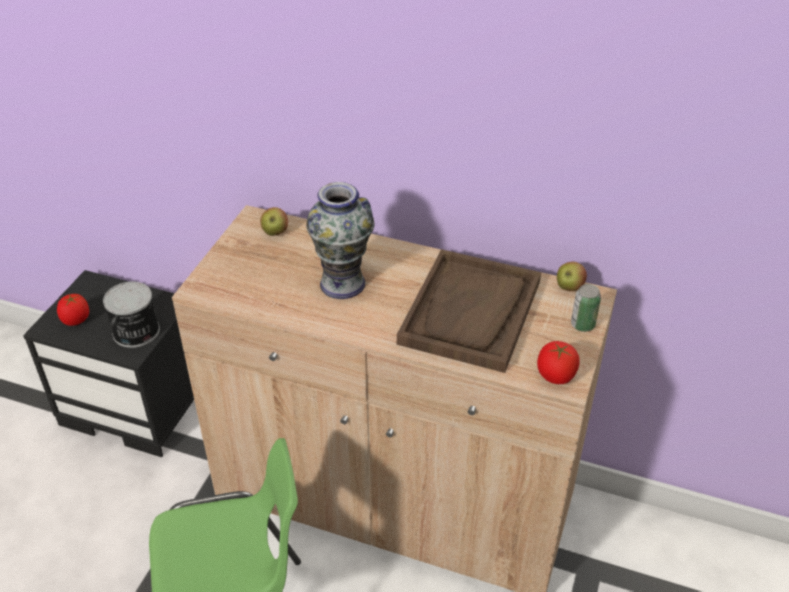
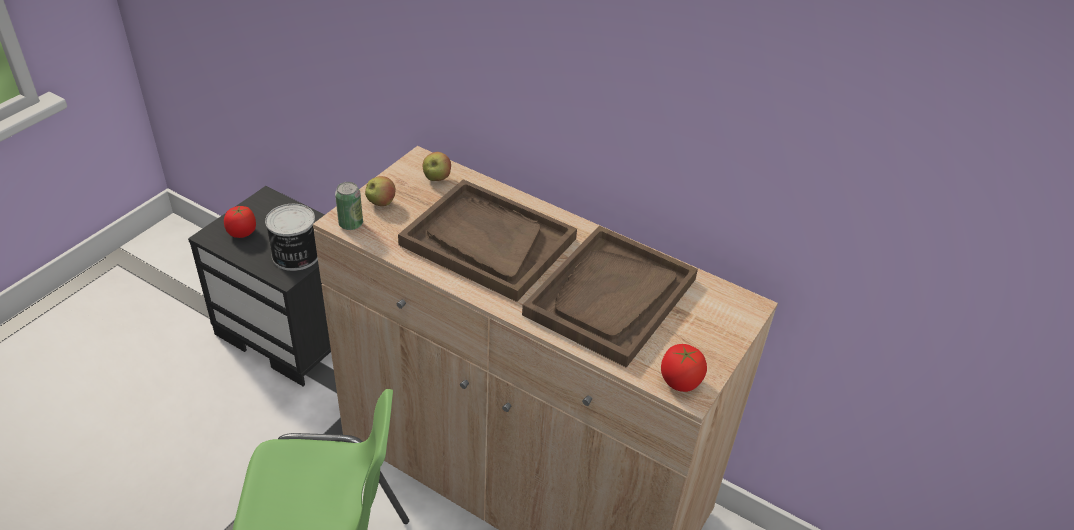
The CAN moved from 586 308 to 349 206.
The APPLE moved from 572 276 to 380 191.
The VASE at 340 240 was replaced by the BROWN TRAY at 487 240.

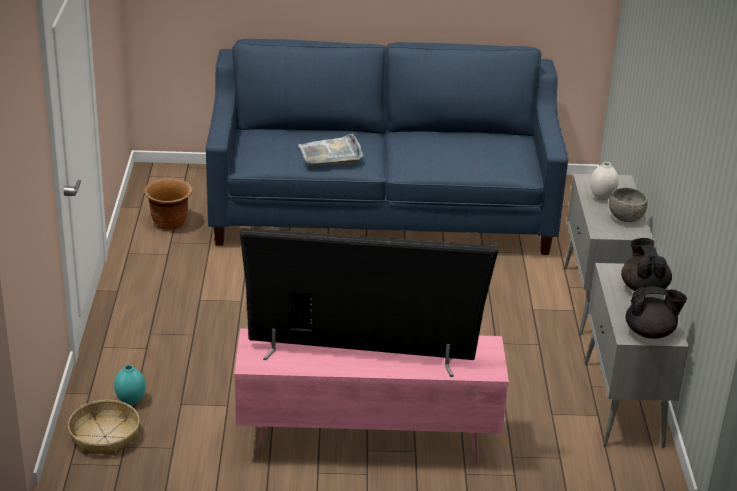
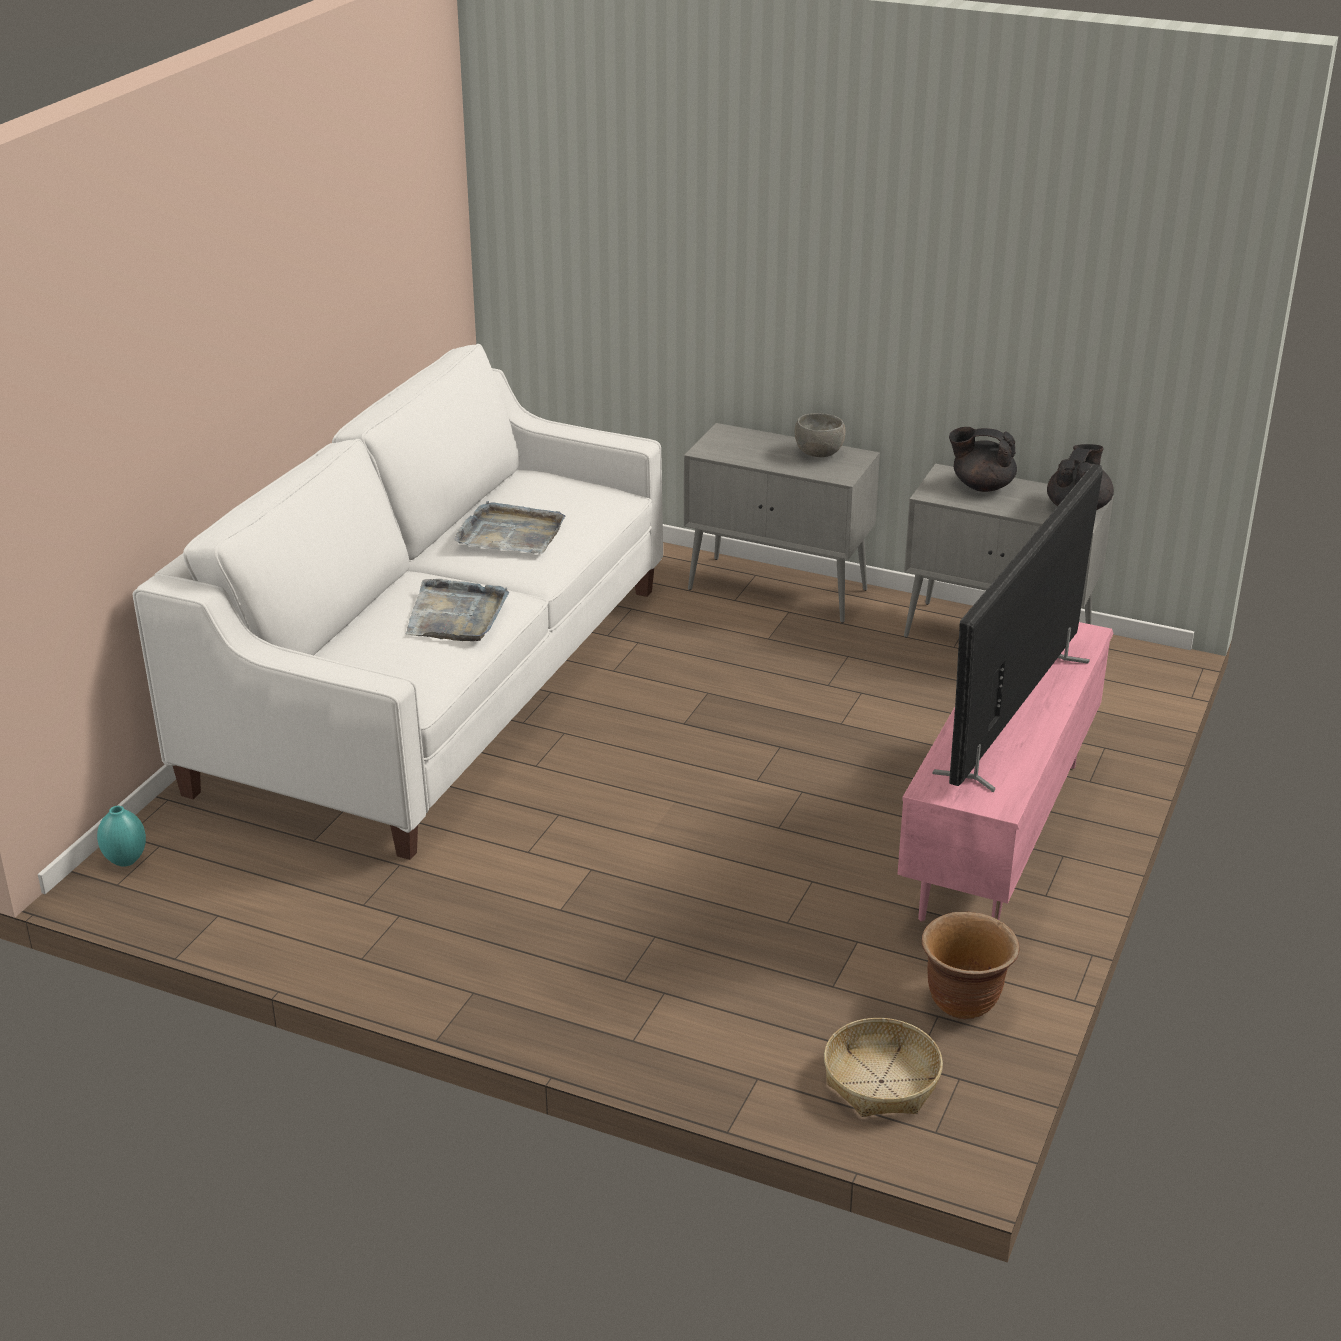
The TURQUOISE VASE moved from 130 385 to 121 836.
The BLUE SOFA at 387 147 became the WHITE SOFA at 398 602.
The GREY TRAY at 509 527 appeared.
The BROWN PLANTER moved from 168 204 to 970 965.
The WHITE VASE at 604 181 disappeared.

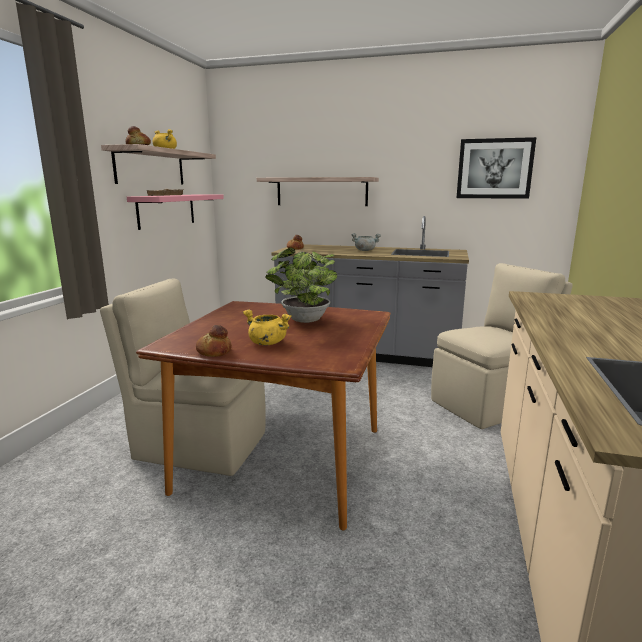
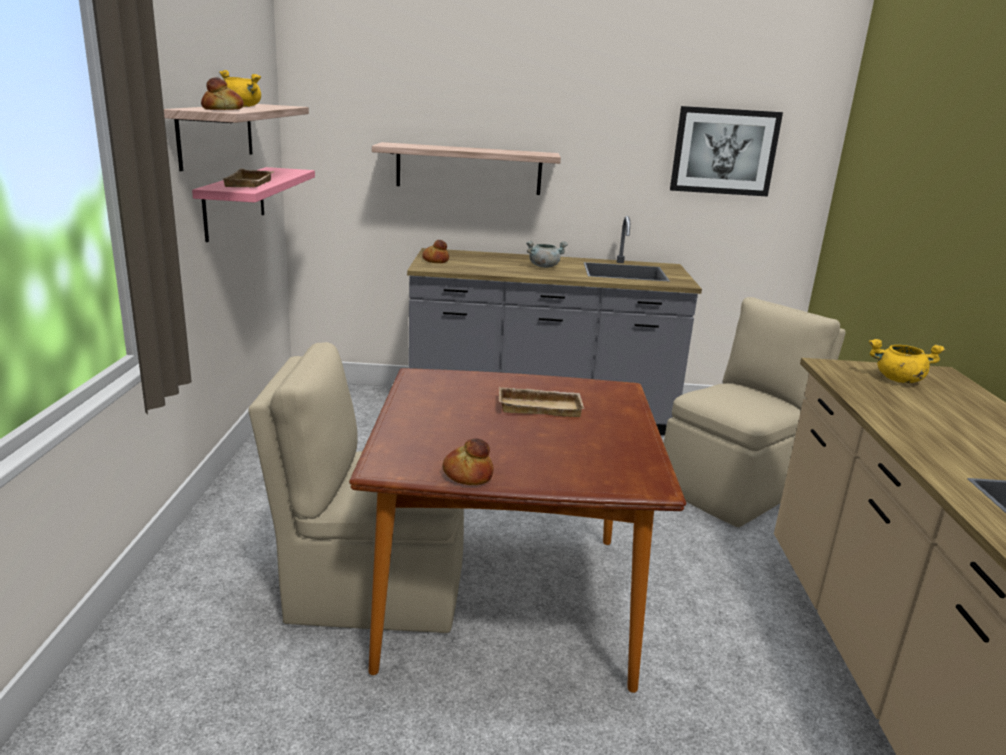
The POTTED PLANT at 301 285 was replaced by the BEIGE TRAY at 541 402.
The YELLOW COOKING POT moved from 267 327 to 907 361.

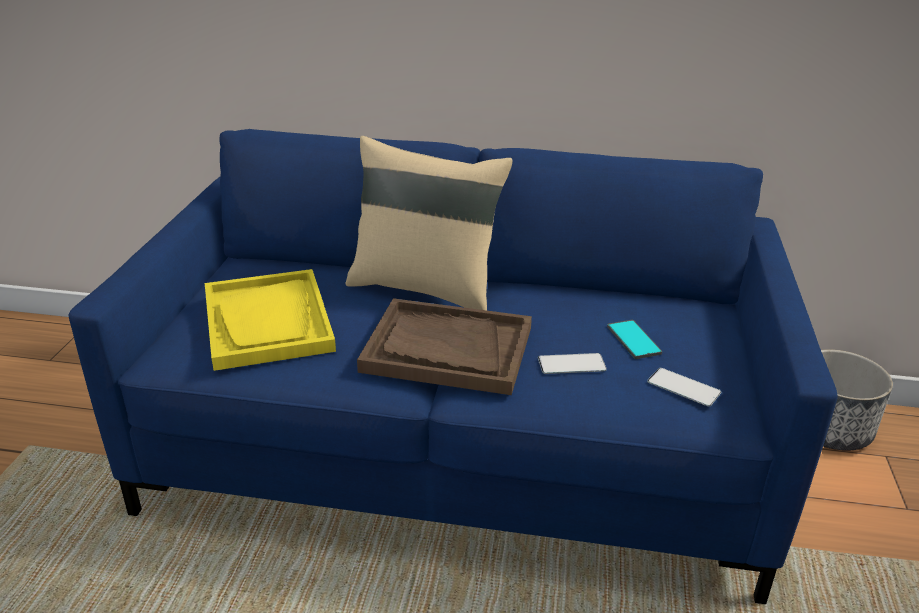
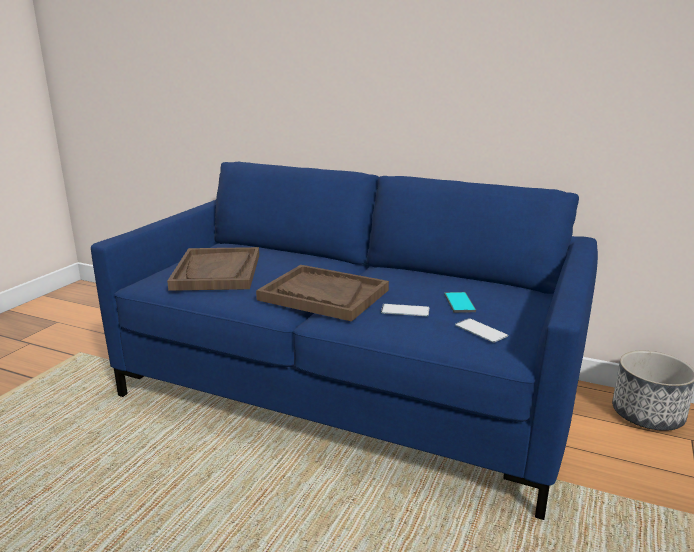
The YELLOW TRAY at 270 320 became the BROWN TRAY at 213 269.
The BEIGE PILLOW at 429 223 disappeared.

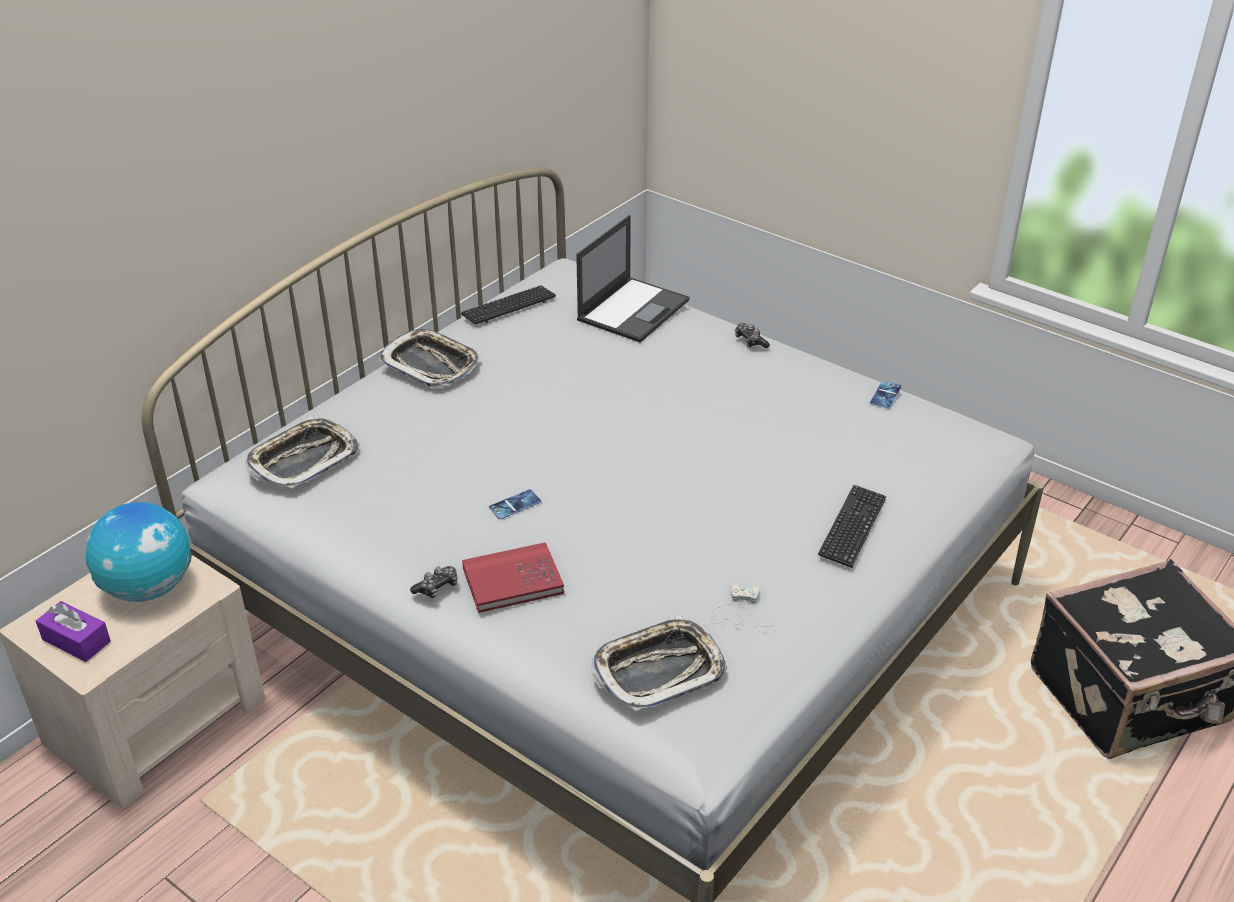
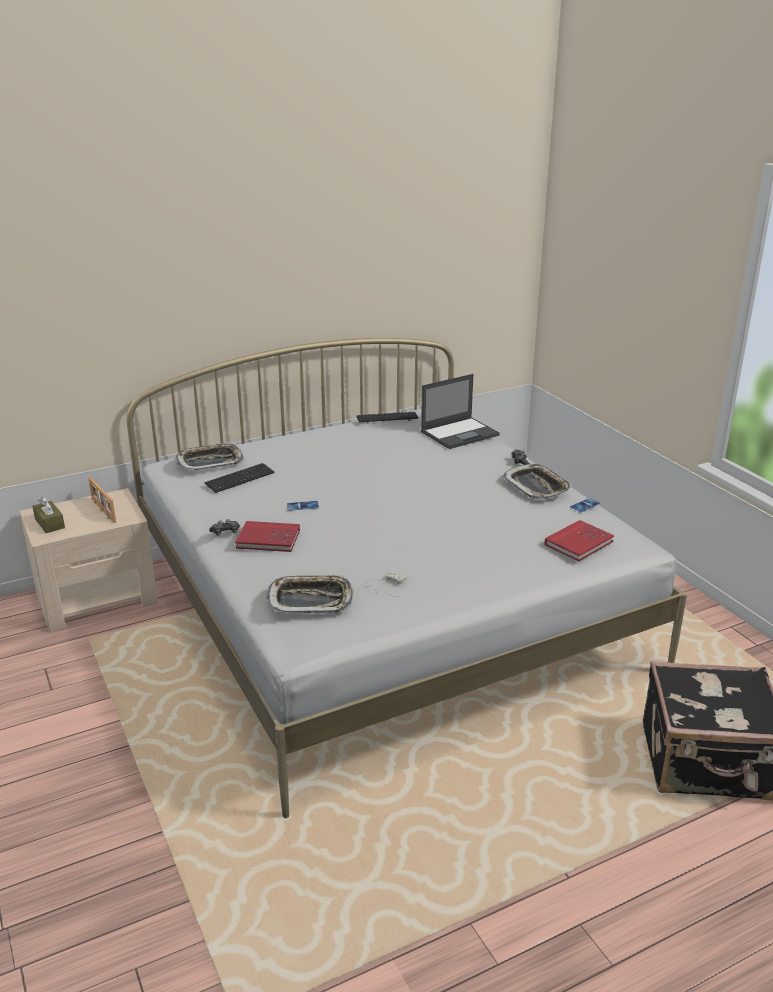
The PURPLE TISSUE BOX at 73 631 became the BROWN TISSUE BOX at 48 515.
The GLOBE at 139 552 was replaced by the PICTURE FRAME at 102 500.
The KEYBOARD moved from 852 526 to 239 478.
The TRAY moved from 429 358 to 537 482.
The RED BOOK at 579 540 appeared.

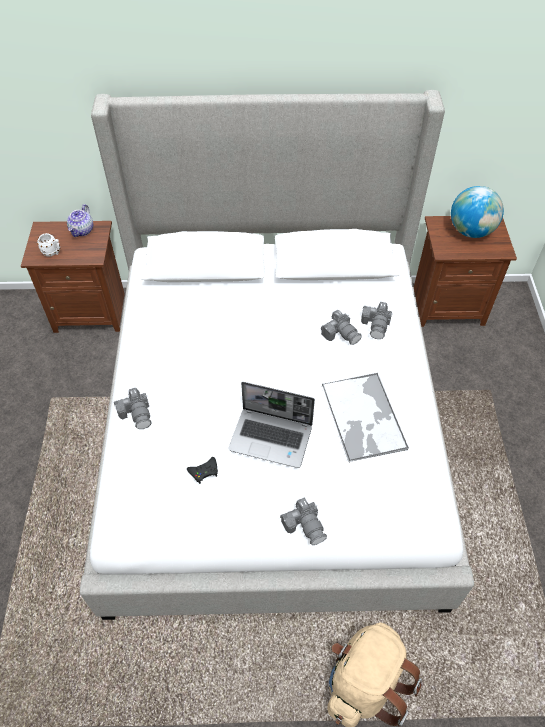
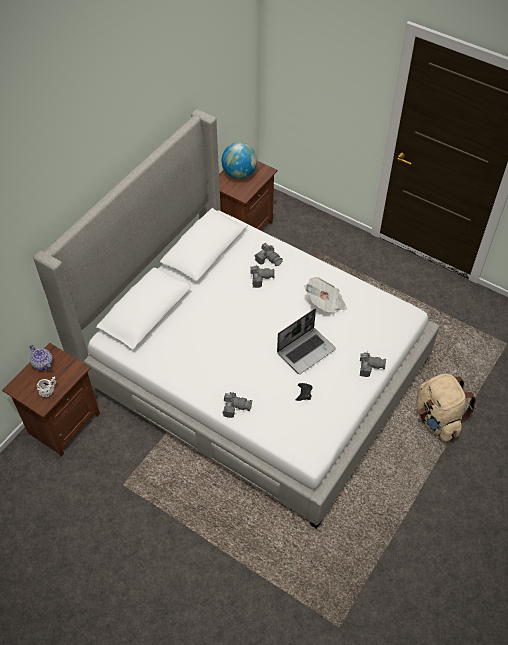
The TRAY at 365 417 was replaced by the NEWSPAPER at 325 295.

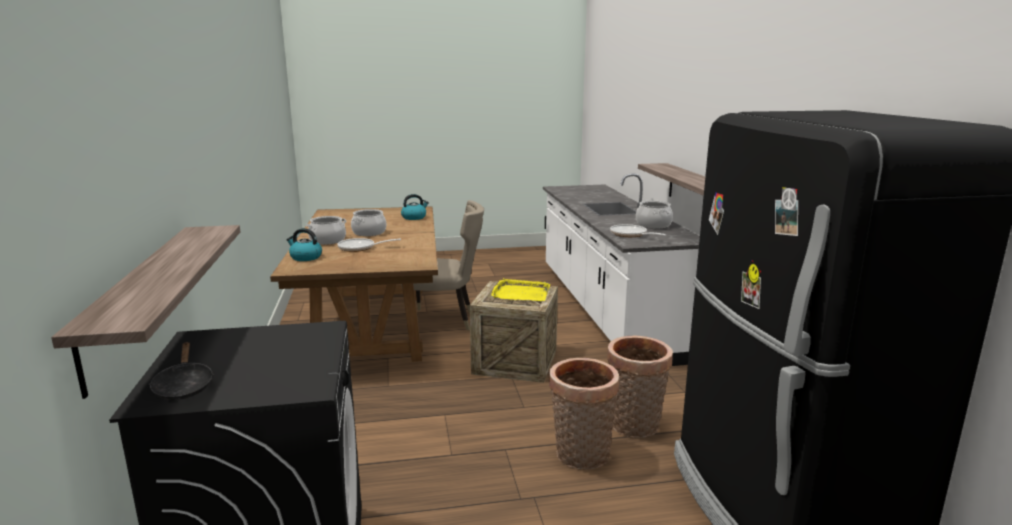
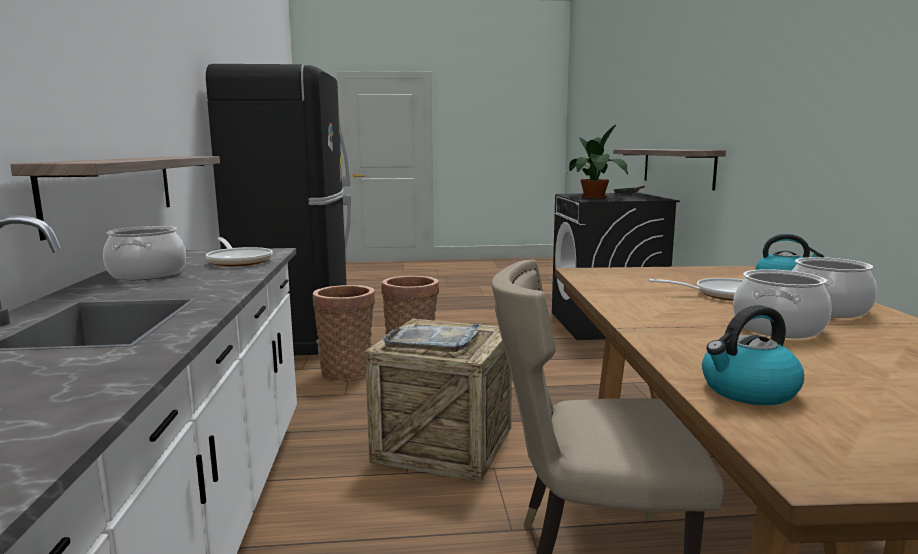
The YELLOW TRAY at 520 289 became the GREY TRAY at 432 337.
The POTTED PLANT at 598 161 appeared.

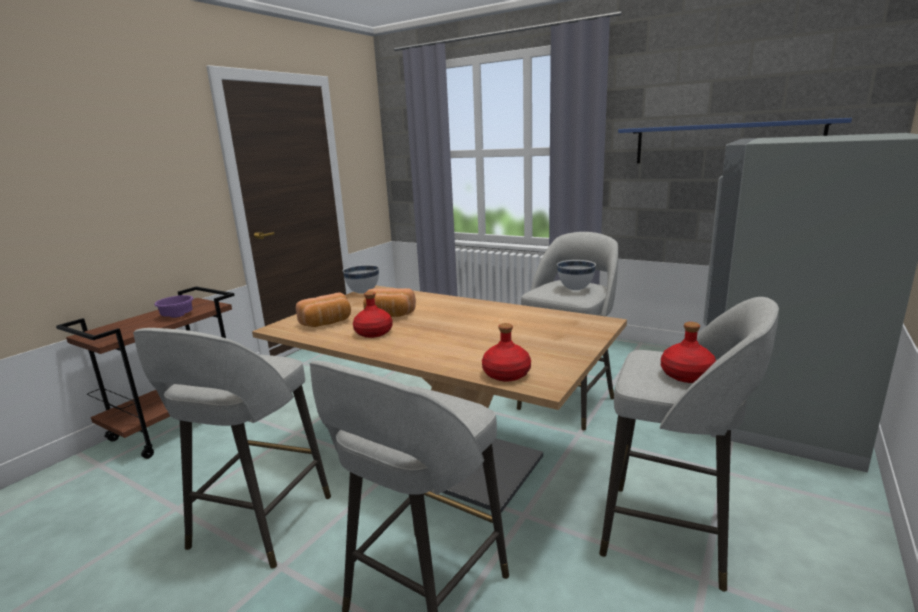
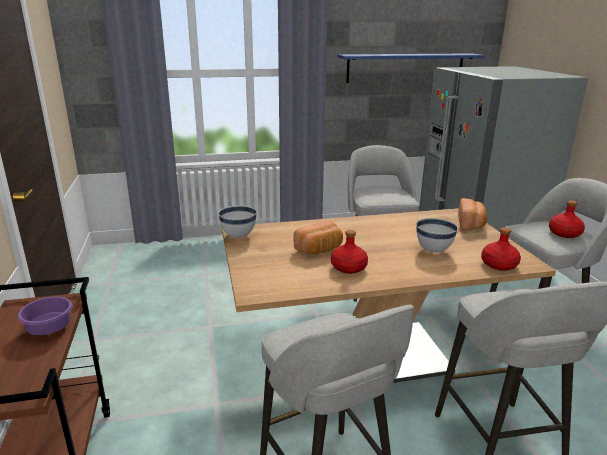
The WHITE BOWL moved from 576 275 to 437 235.
The BREAD moved from 323 309 to 472 214.

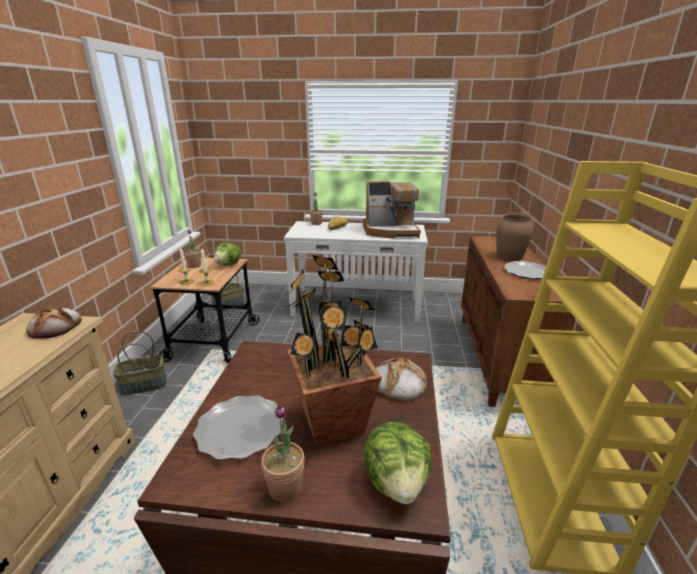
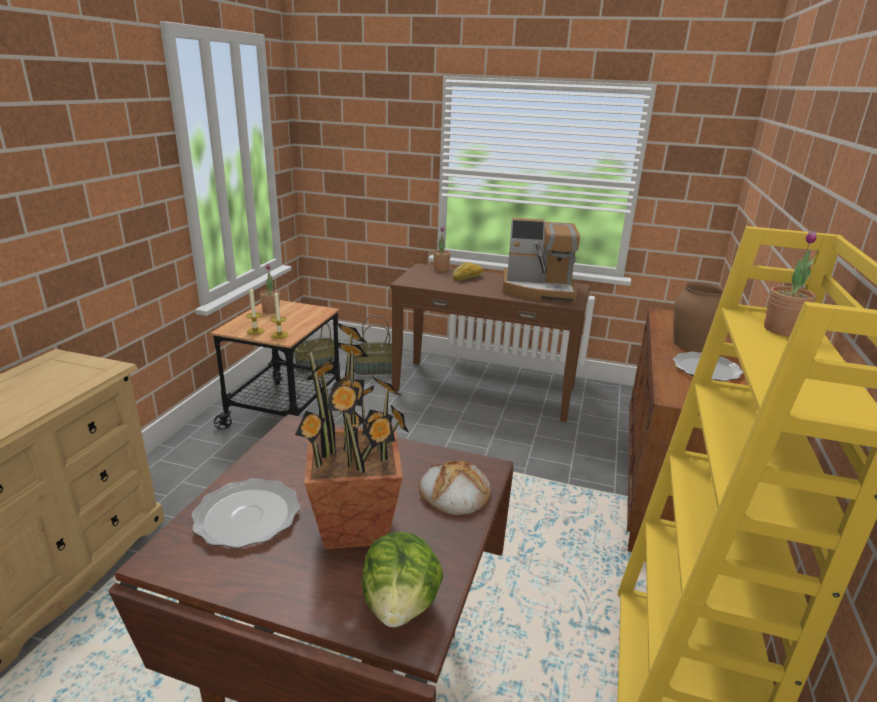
The BASKET moved from 140 363 to 373 345.
The WHITE CONSOLE TABLE at 356 272 became the BROWN CONSOLE TABLE at 490 342.
The POTTED PLANT moved from 283 453 to 790 283.
The BREAD at 54 323 disappeared.
The LETTUCE at 227 254 disappeared.

